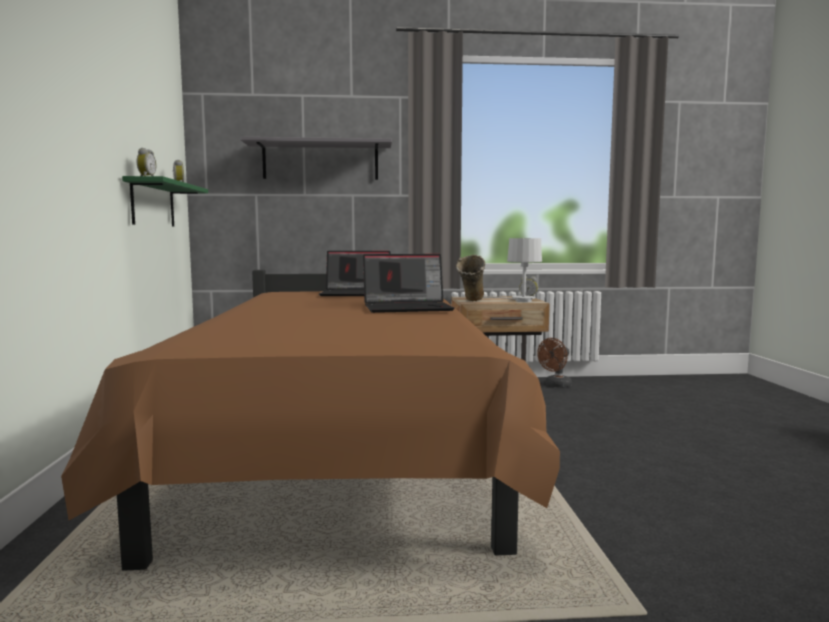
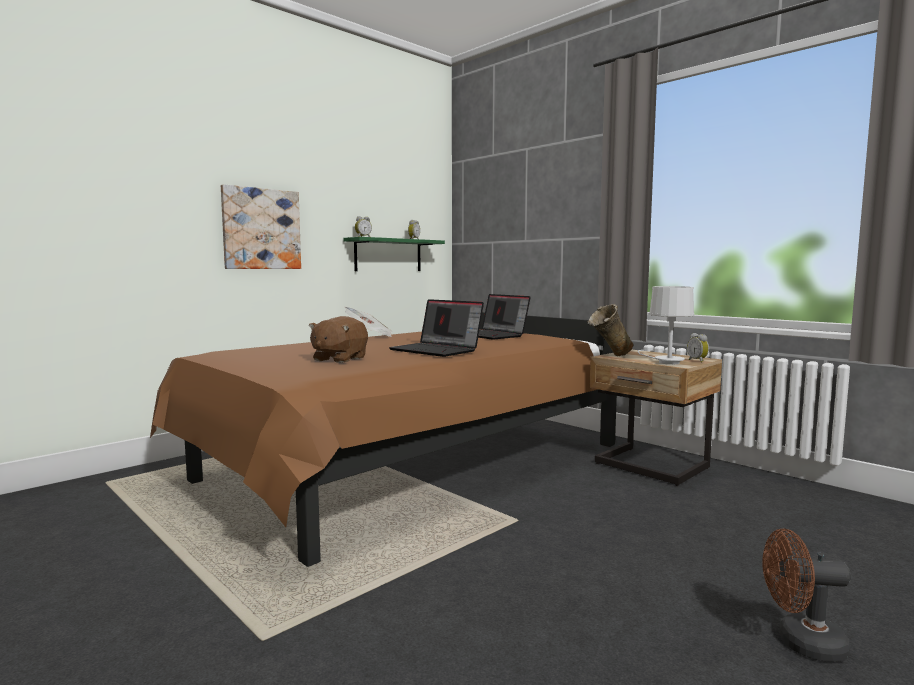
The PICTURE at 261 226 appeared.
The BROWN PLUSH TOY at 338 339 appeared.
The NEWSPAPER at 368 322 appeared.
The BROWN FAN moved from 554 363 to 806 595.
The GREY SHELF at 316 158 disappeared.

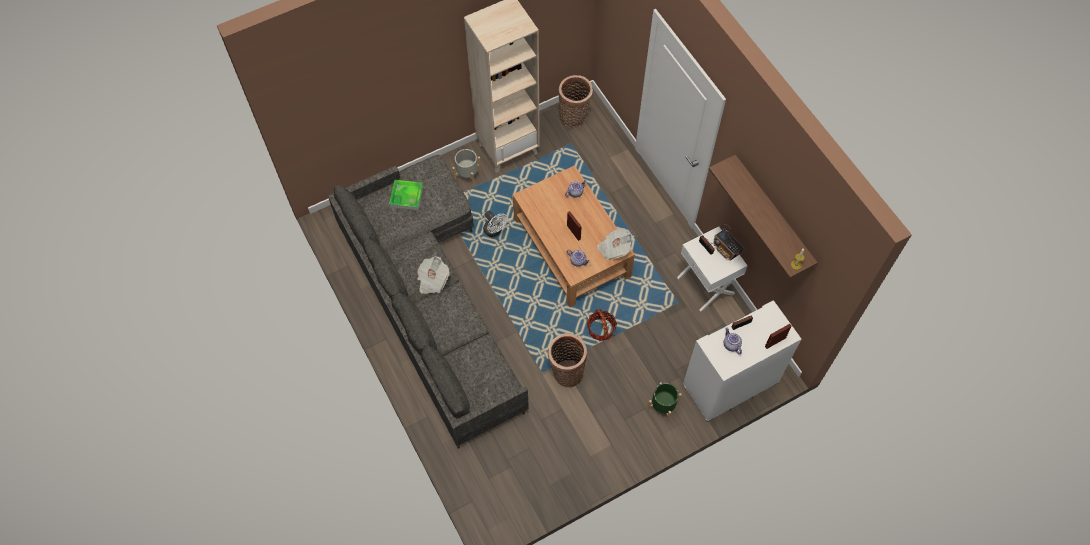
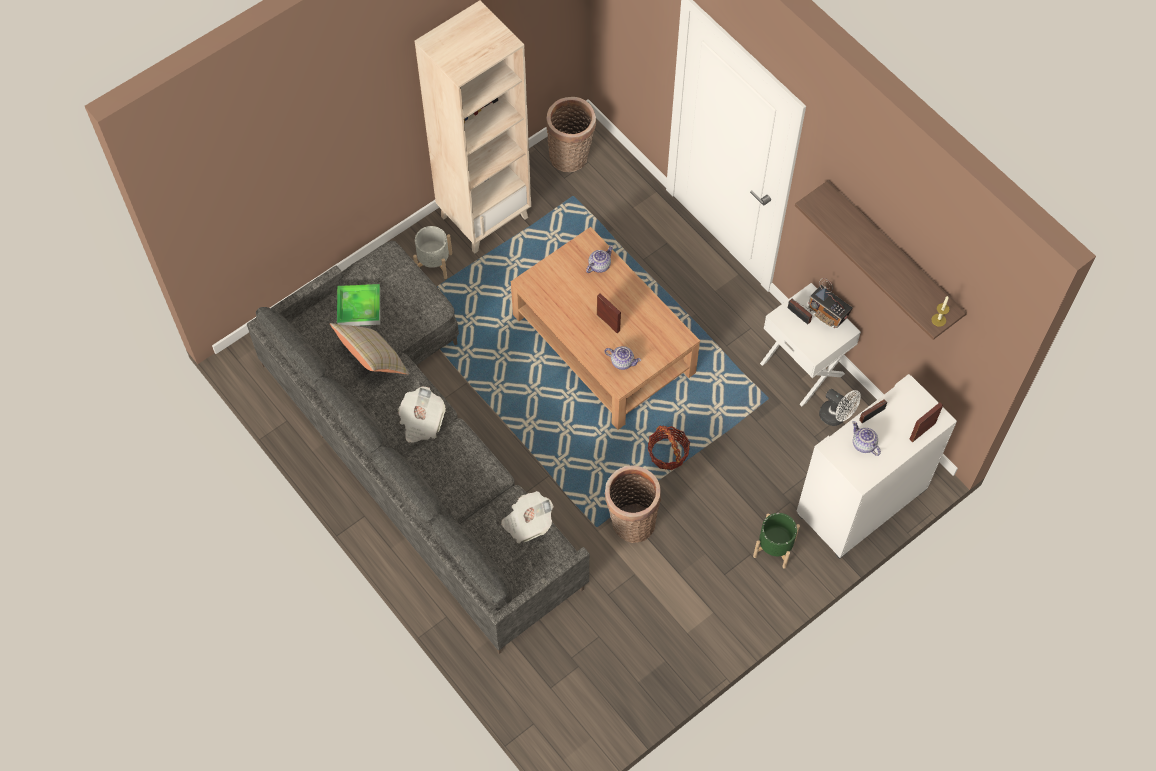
The BEIGE PILLOW at 369 348 appeared.
The NEWSPAPER moved from 615 244 to 527 517.
The WHITE FAN moved from 495 224 to 840 407.

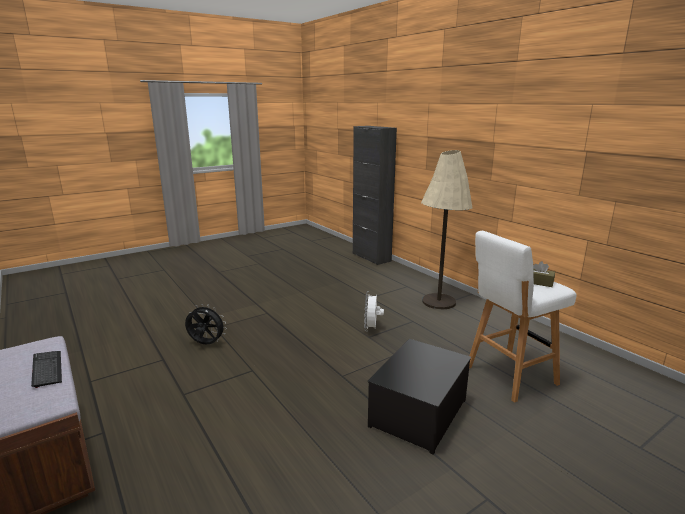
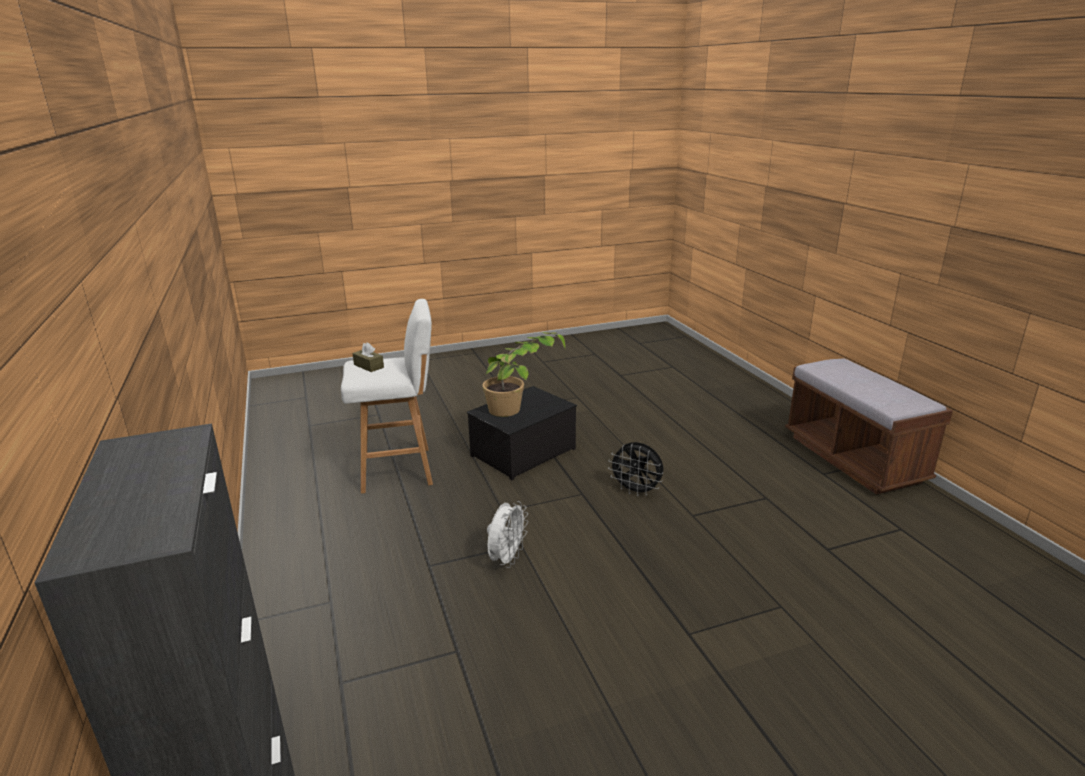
The POTTED PLANT at 524 374 appeared.
The BLACK FAN moved from 206 324 to 635 469.
The KEYBOARD at 46 369 disappeared.
The BEIGE FLOOR LAMP at 447 229 disappeared.

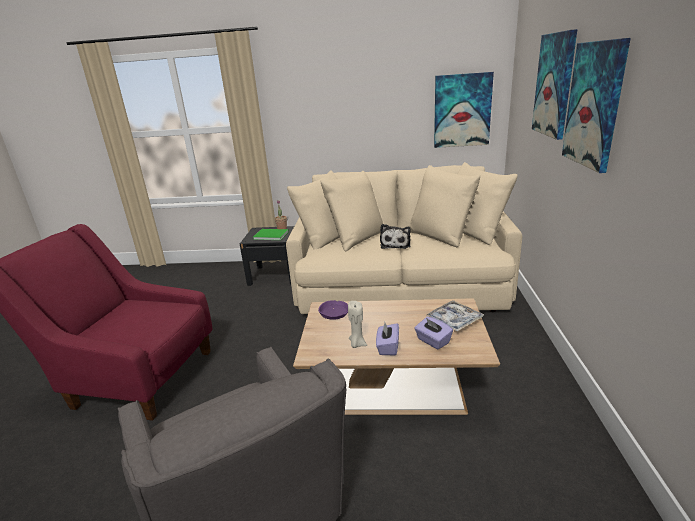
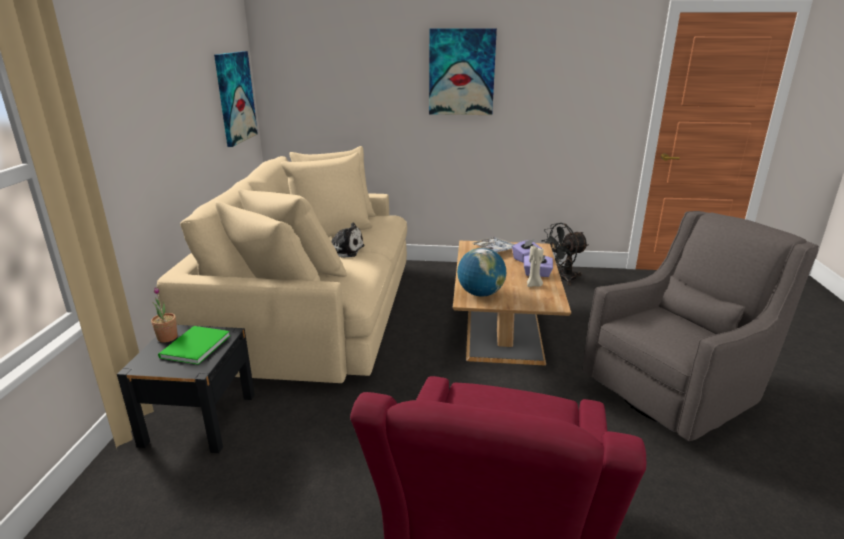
The PURPLE BOWL at 333 310 was replaced by the GLOBE at 481 272.
The BLACK FAN at 564 254 appeared.
The PICTURE at 554 84 disappeared.

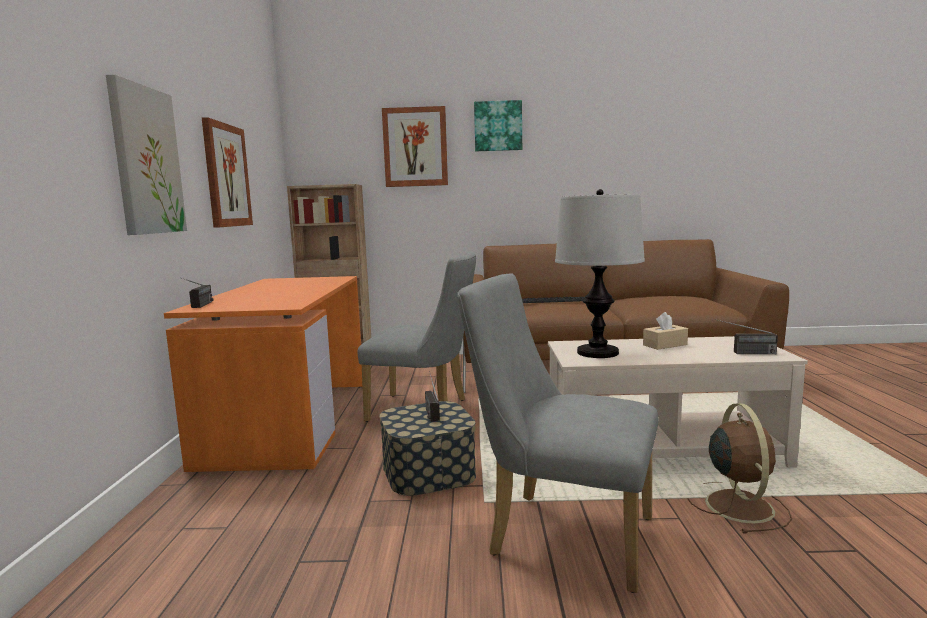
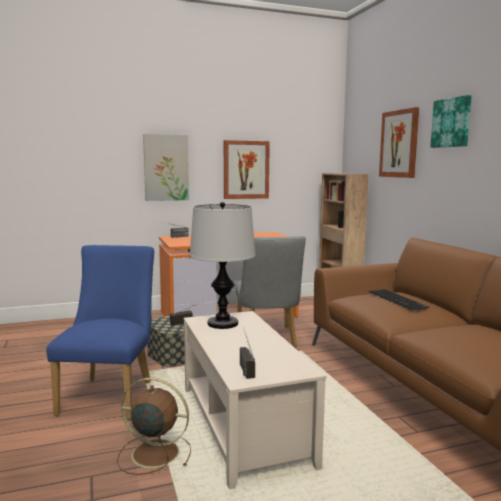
The GREY CHAIR at 557 433 became the BLUE CHAIR at 100 332.
The BROWN FAN at 739 468 turned 150 degrees counterclockwise.
The BEIGE TISSUE BOX at 665 331 disappeared.

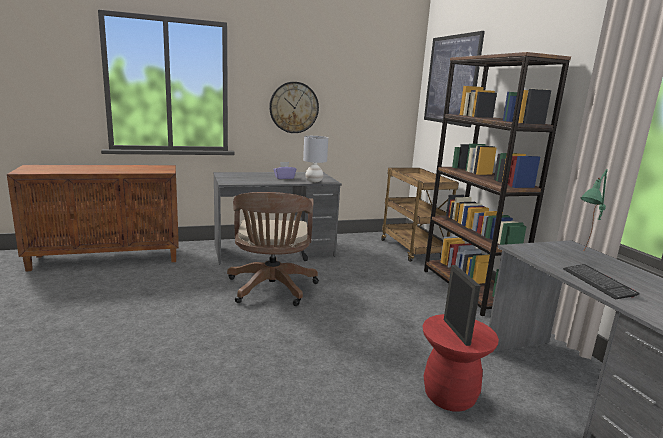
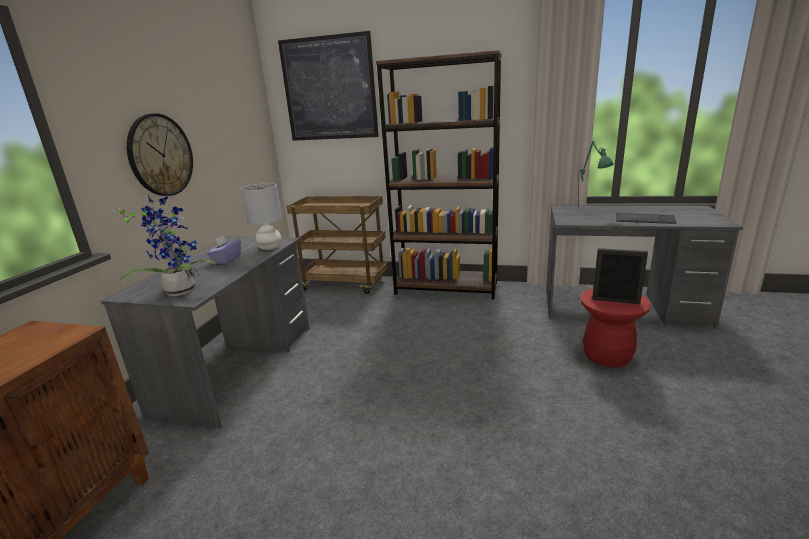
The POTTED PLANT at 164 244 appeared.
The BROWN OFFICE CHAIR at 273 249 disappeared.

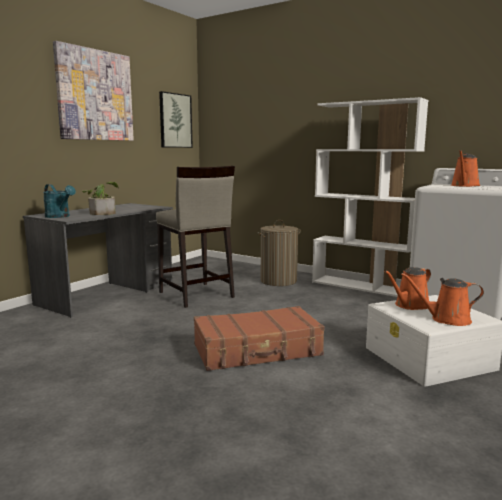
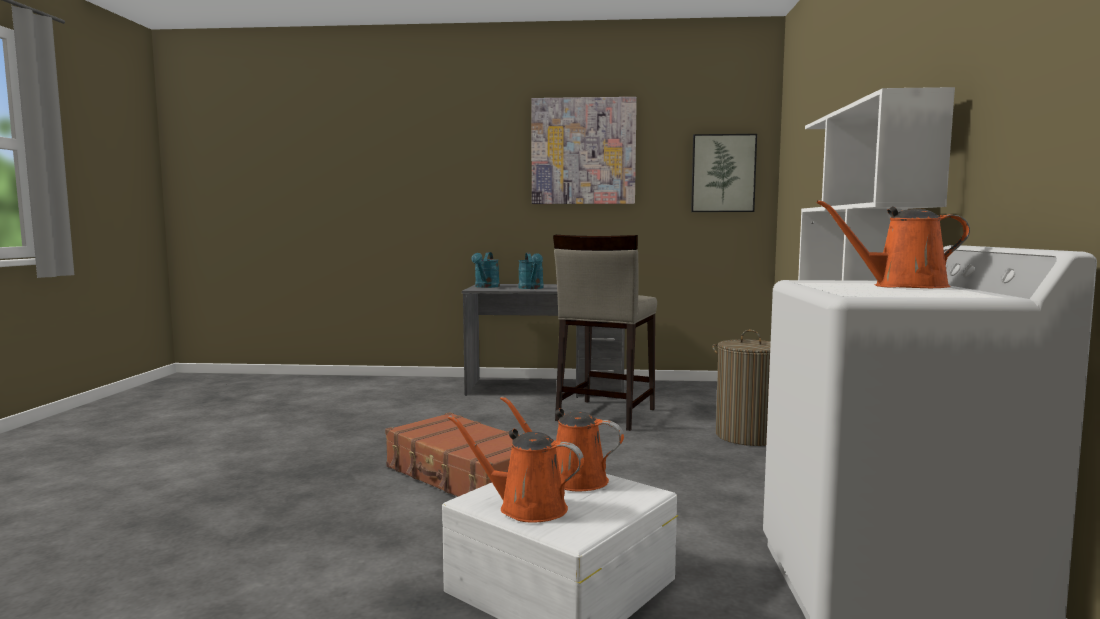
The ORANGE WATERING CAN at 442 299 turned 45 degrees counterclockwise.
The POTTED PLANT at 100 198 was replaced by the TURQUOISE WATERING CAN at 531 271.

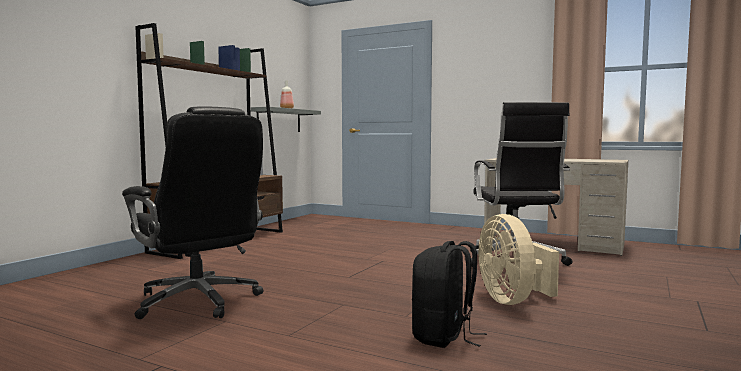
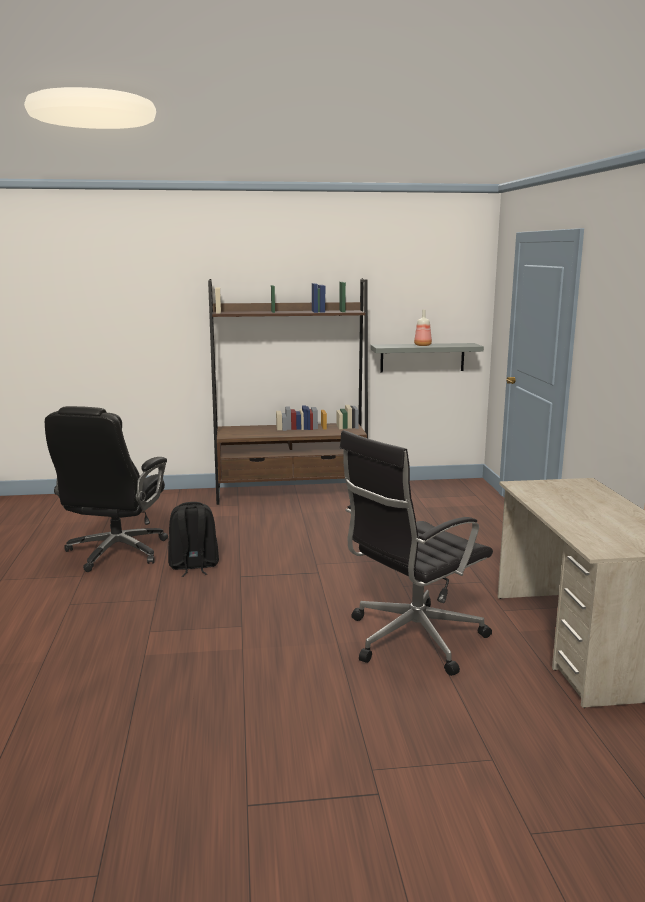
The BLACK BACKPACK moved from 449 294 to 193 539.
The BEIGE FAN at 519 259 disappeared.

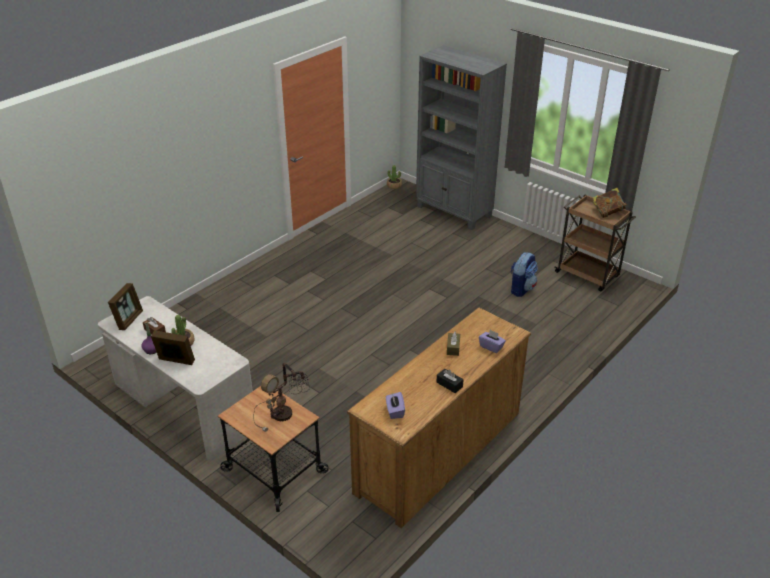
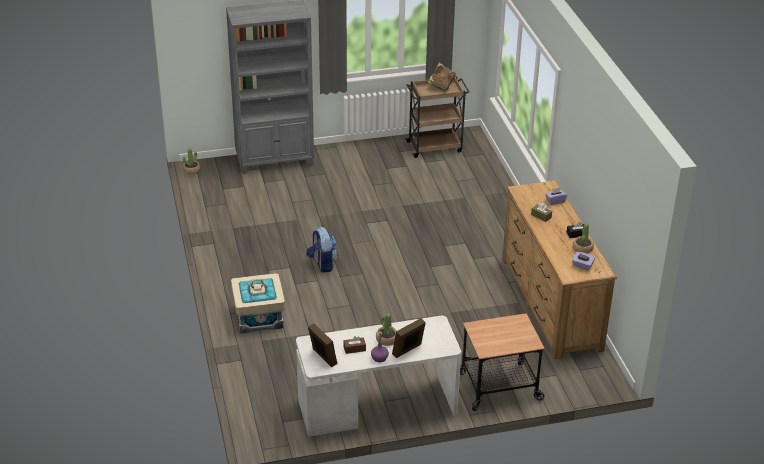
The BEIGE STORAGE BOX at 258 303 appeared.
The BACKPACK moved from 524 274 to 321 250.
The POTTED PLANT at 583 238 appeared.
The TABLE LAMP at 282 397 disappeared.

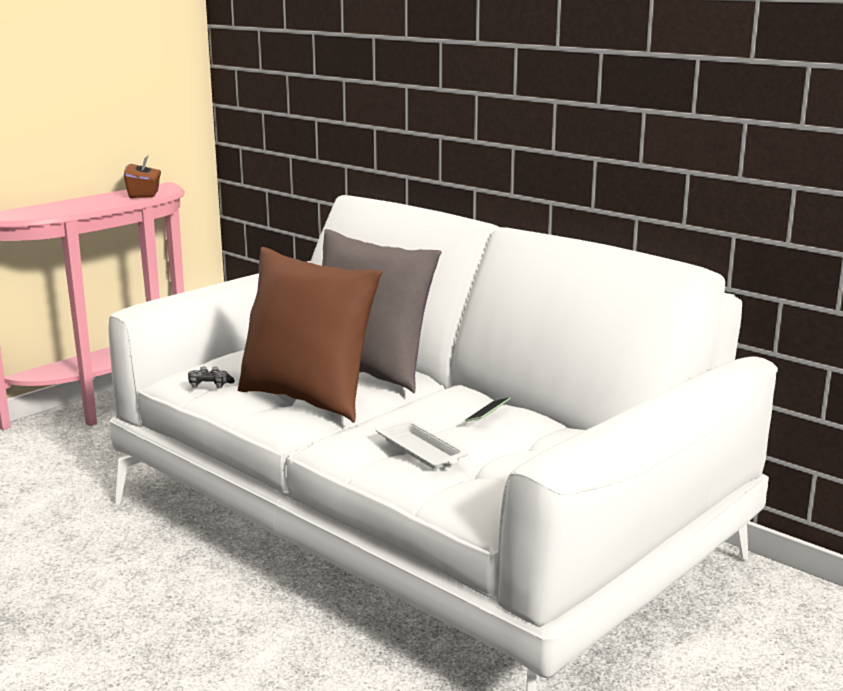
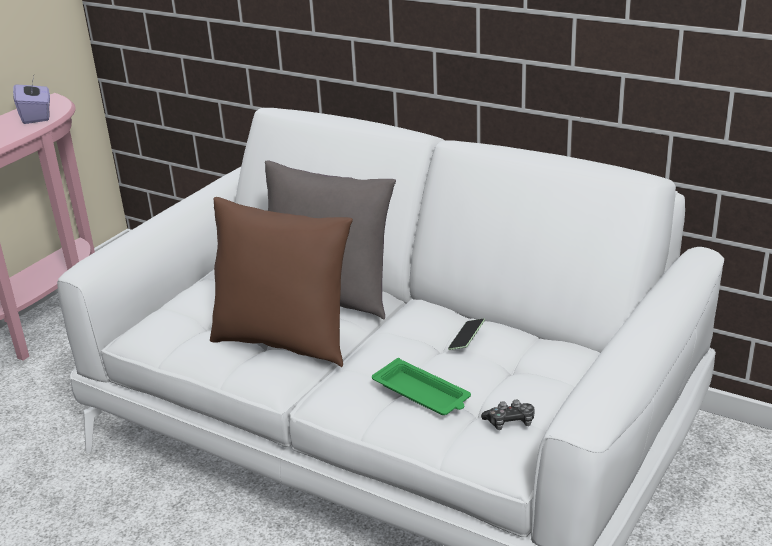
The BROWN TISSUE BOX at 142 176 became the PURPLE TISSUE BOX at 31 100.
The WHITE TRAY at 422 443 became the GREEN TRAY at 421 386.
The GAME CONTROLLER moved from 211 377 to 508 415.

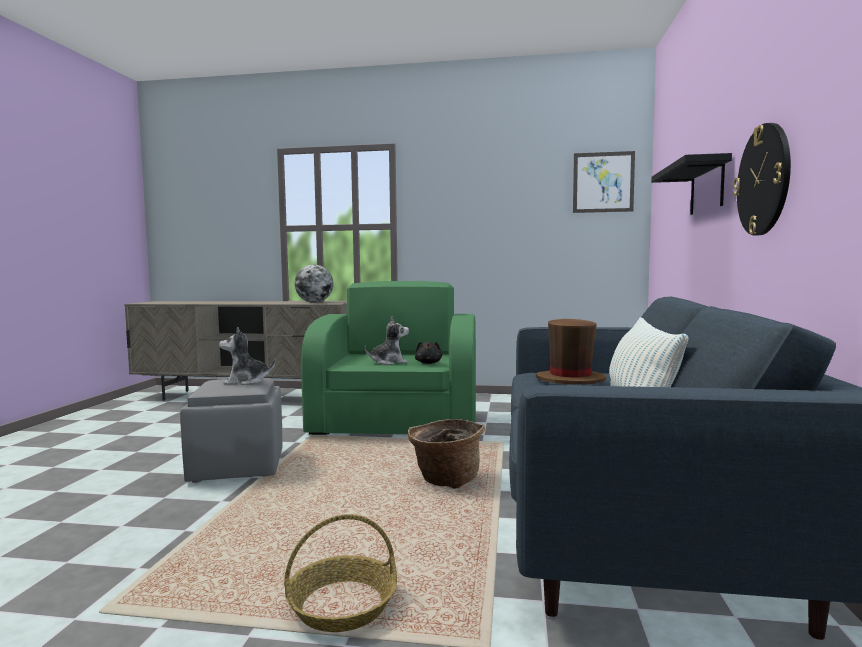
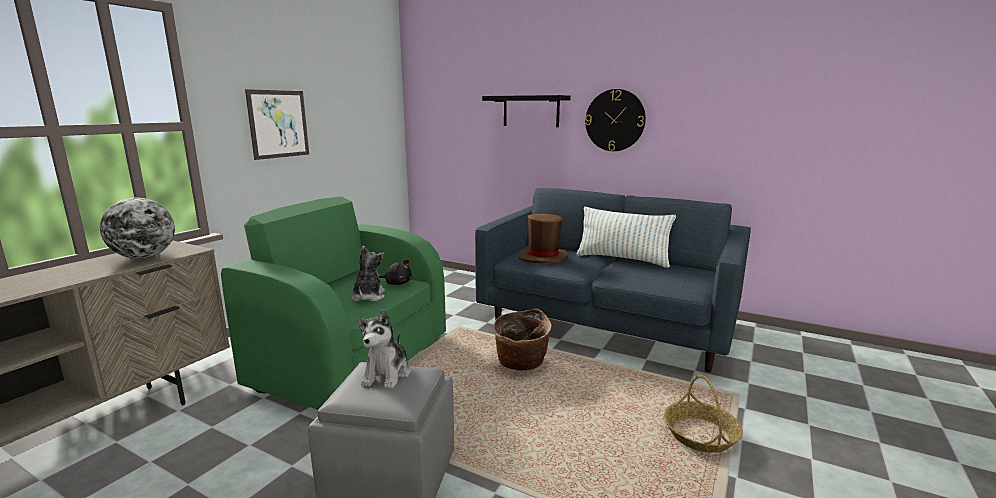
The PICTURE moved from 604 182 to 277 124.

